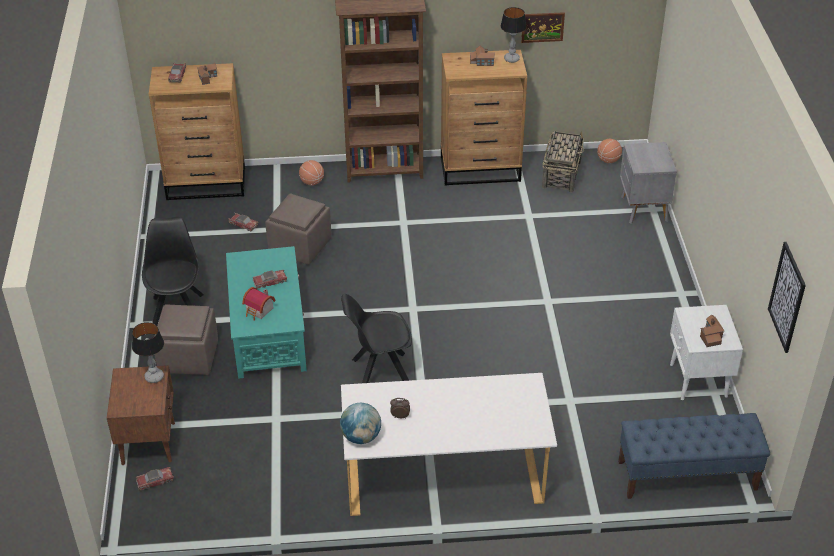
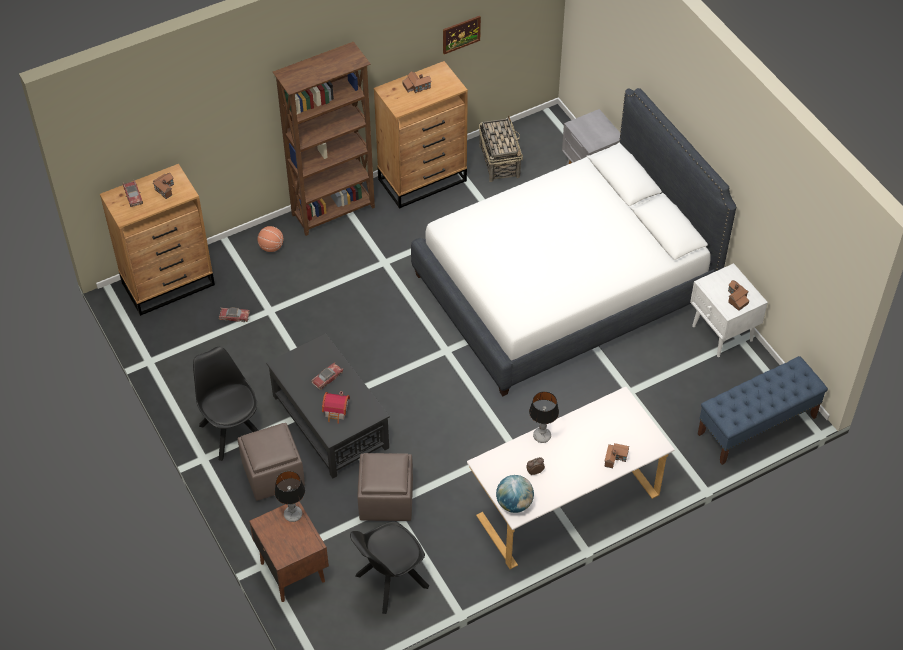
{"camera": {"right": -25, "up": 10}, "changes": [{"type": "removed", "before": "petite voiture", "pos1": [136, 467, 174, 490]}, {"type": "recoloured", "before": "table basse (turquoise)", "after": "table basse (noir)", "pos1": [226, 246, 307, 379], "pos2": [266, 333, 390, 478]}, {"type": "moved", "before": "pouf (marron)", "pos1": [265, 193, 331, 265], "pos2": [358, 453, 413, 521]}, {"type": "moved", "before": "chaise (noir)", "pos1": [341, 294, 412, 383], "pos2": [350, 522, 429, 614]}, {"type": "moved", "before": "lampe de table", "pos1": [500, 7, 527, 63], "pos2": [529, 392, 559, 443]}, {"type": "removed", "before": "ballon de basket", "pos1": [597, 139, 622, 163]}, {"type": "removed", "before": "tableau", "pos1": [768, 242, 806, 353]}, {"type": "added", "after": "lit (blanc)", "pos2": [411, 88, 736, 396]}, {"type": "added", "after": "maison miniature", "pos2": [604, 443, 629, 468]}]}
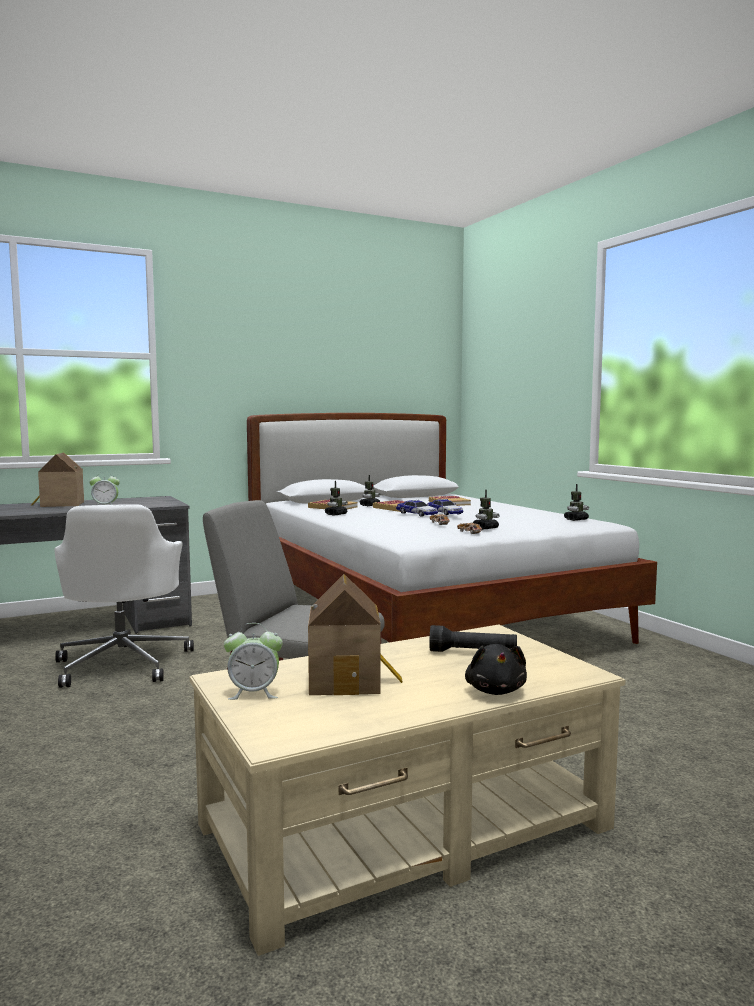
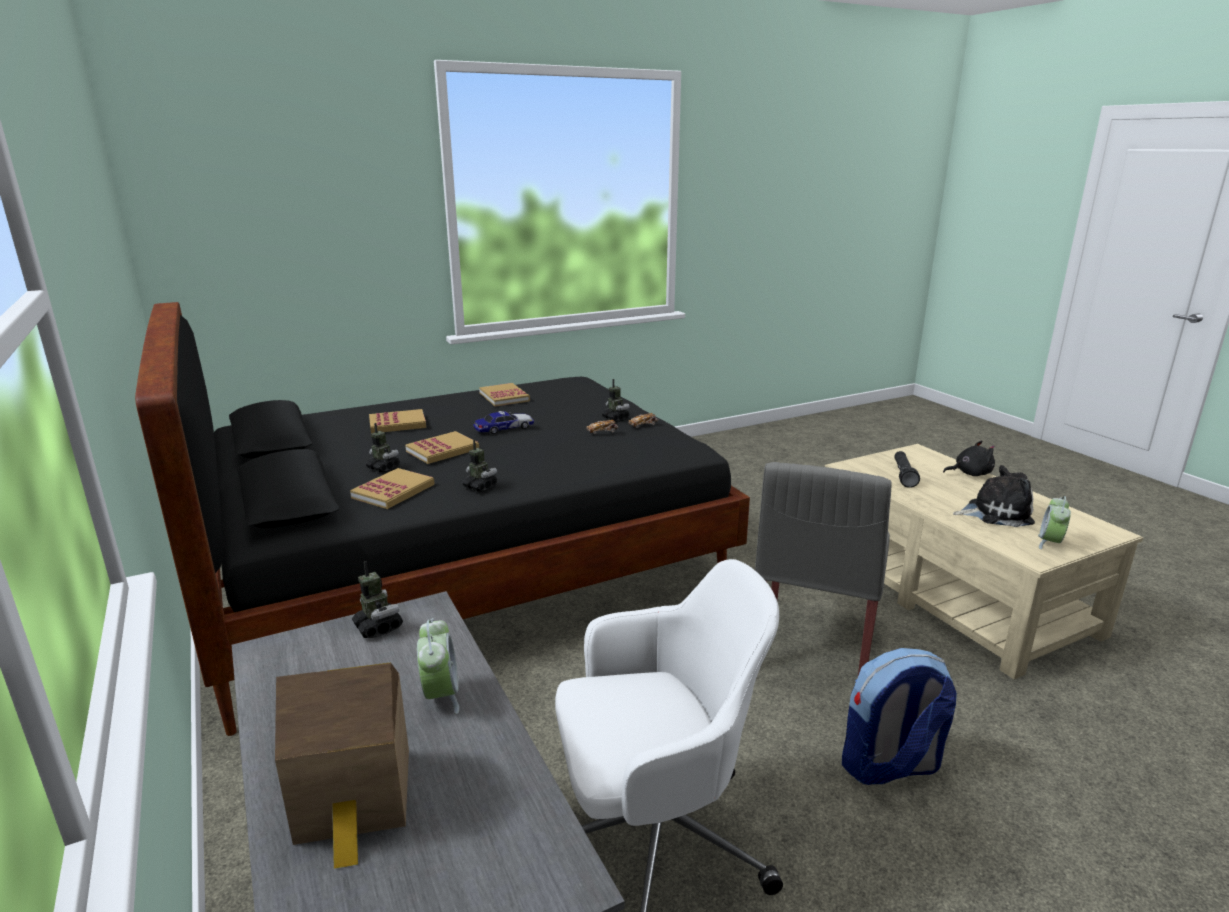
{"camera": {"right": -90, "up": 15}, "changes": [{"type": "turned", "before": "réveil", "pos1": [224, 623, 283, 700], "pos2": [1038, 496, 1071, 549], "turn": -150}, {"type": "recoloured", "before": "lit (blanc)", "after": "lit (noir)", "pos1": [247, 413, 657, 644], "pos2": [135, 302, 750, 736]}, {"type": "replaced", "before": "maison miniature", "after": "peluche", "pos1": [308, 574, 403, 695], "pos2": [953, 465, 1035, 527]}, {"type": "removed", "before": "petite voiture", "pos1": [396, 500, 438, 517]}, {"type": "moved", "before": "robot jouet", "pos1": [564, 484, 589, 521], "pos2": [352, 561, 403, 638]}, {"type": "added", "after": "livre", "pos2": [479, 383, 530, 407]}, {"type": "added", "after": "sac à dos", "pos2": [842, 648, 957, 785]}]}
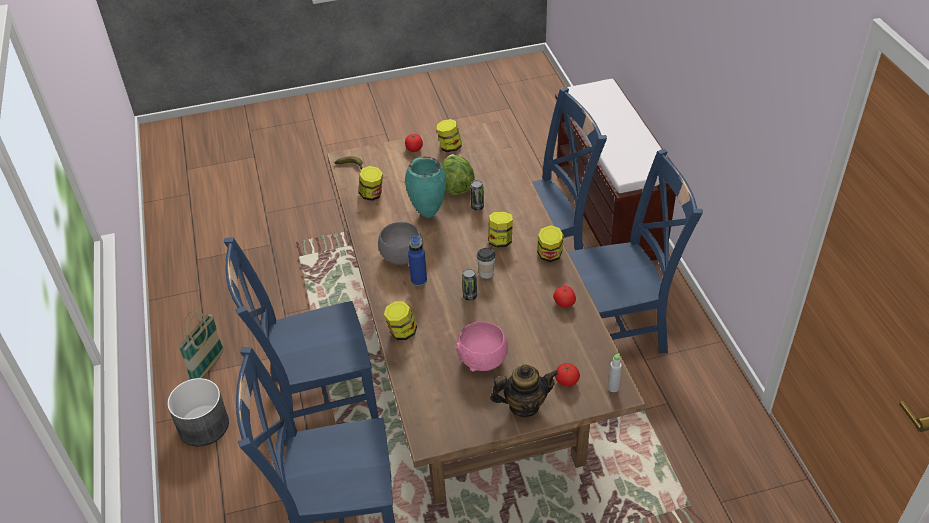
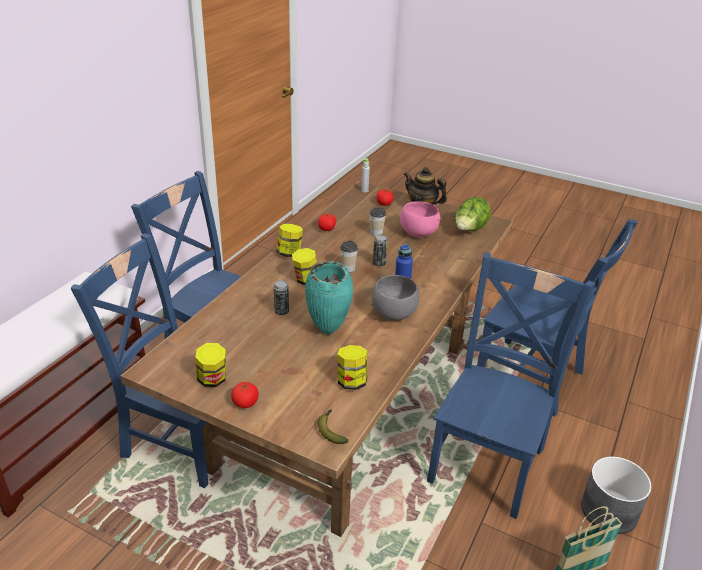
{"camera": {"right": -140, "up": -10}, "changes": [{"type": "turned", "before": "chaise (bleu)", "pos1": [224, 237, 379, 446], "pos2": [427, 253, 595, 519], "turn": -90}, {"type": "removed", "before": "bocal", "pos1": [384, 301, 417, 340]}, {"type": "moved", "before": "laitue", "pos1": [442, 154, 475, 195], "pos2": [455, 197, 491, 231]}, {"type": "added", "after": "tasse", "pos2": [370, 207, 386, 236]}]}
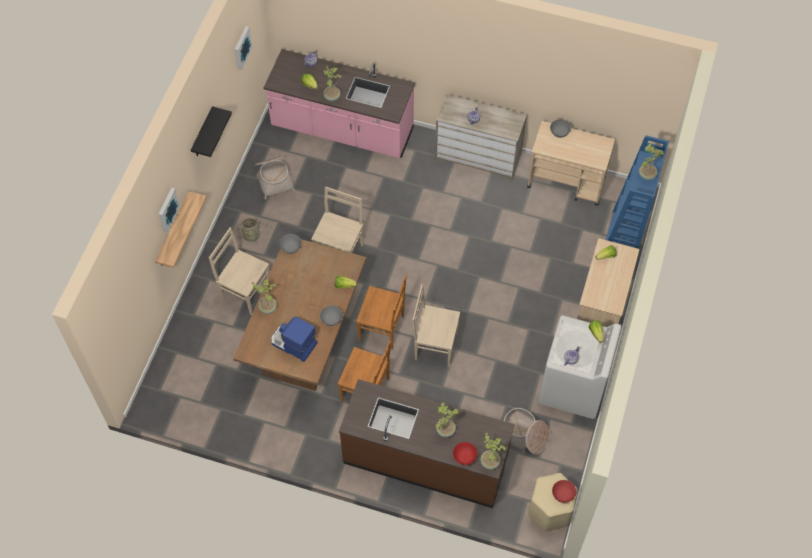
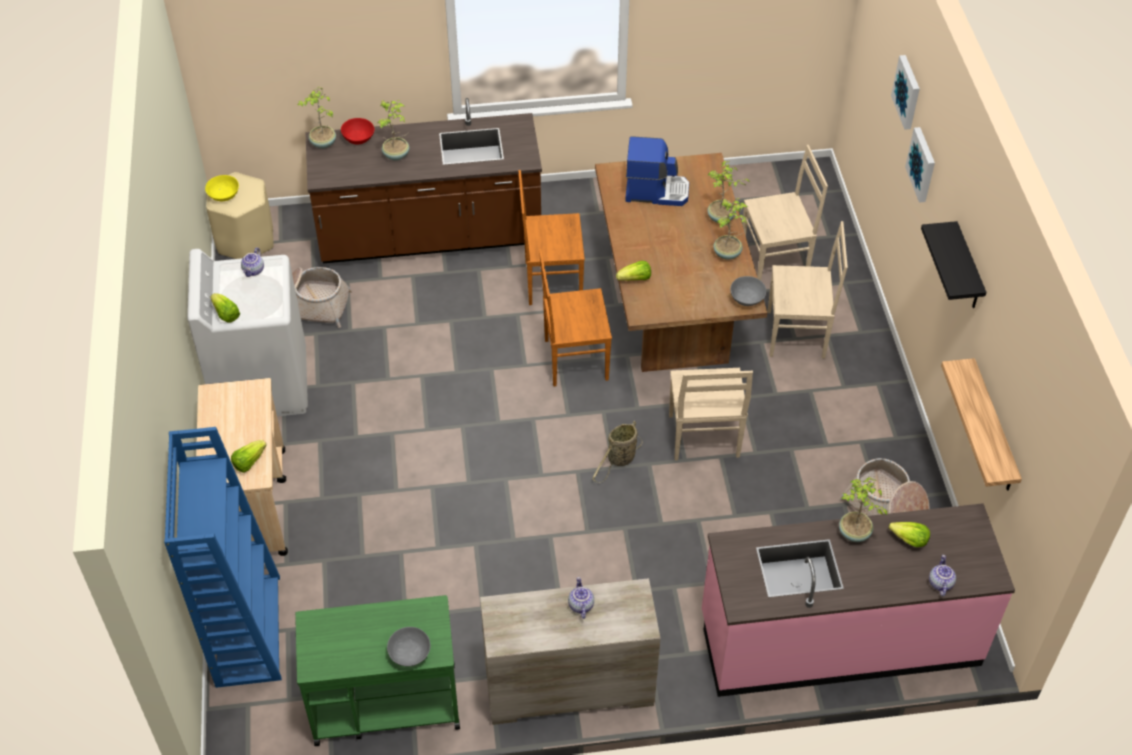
{"camera": {"right": 155, "up": -10}, "changes": [{"type": "moved", "before": "étagère", "pos1": [155, 191, 207, 268], "pos2": [941, 358, 1022, 491]}, {"type": "moved", "before": "tableau", "pos1": [234, 26, 252, 70], "pos2": [891, 55, 920, 130]}, {"type": "moved", "before": "panier", "pos1": [237, 218, 275, 247], "pos2": [592, 420, 643, 483]}, {"type": "removed", "before": "bol (gris)", "pos1": [320, 305, 343, 326]}, {"type": "moved", "before": "chaise (beige)", "pos1": [412, 284, 460, 367], "pos2": [742, 145, 828, 281]}, {"type": "recoloured", "before": "chariot (beige)", "after": "chariot (vert)", "pos1": [527, 121, 615, 206], "pos2": [295, 595, 460, 746]}, {"type": "recoloured", "before": "bol (rouge)", "after": "bol (jaune)", "pos1": [552, 480, 576, 503], "pos2": [205, 175, 239, 201]}, {"type": "moved", "before": "plante en pot", "pos1": [639, 144, 664, 180], "pos2": [713, 198, 748, 260]}]}
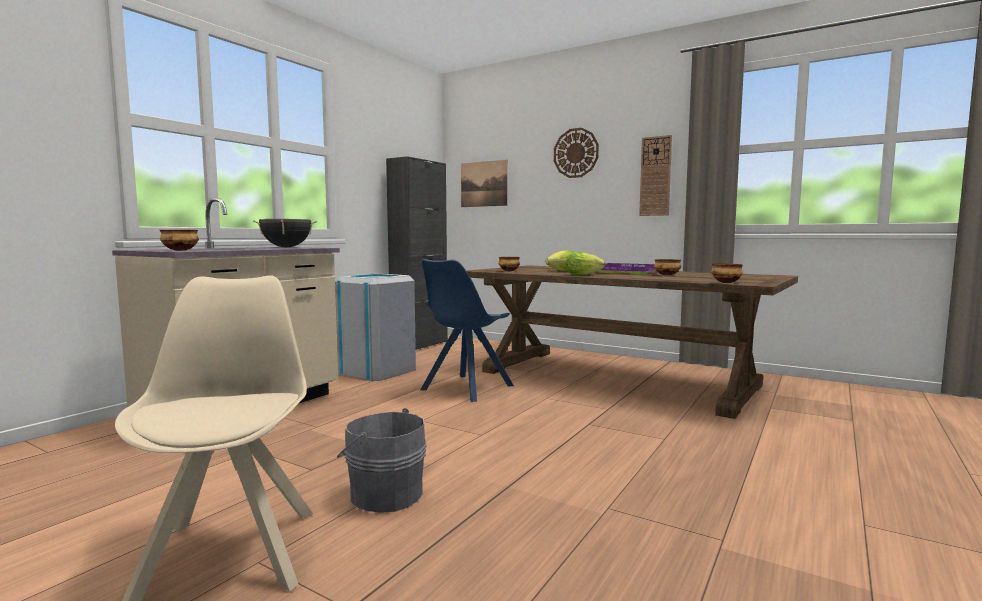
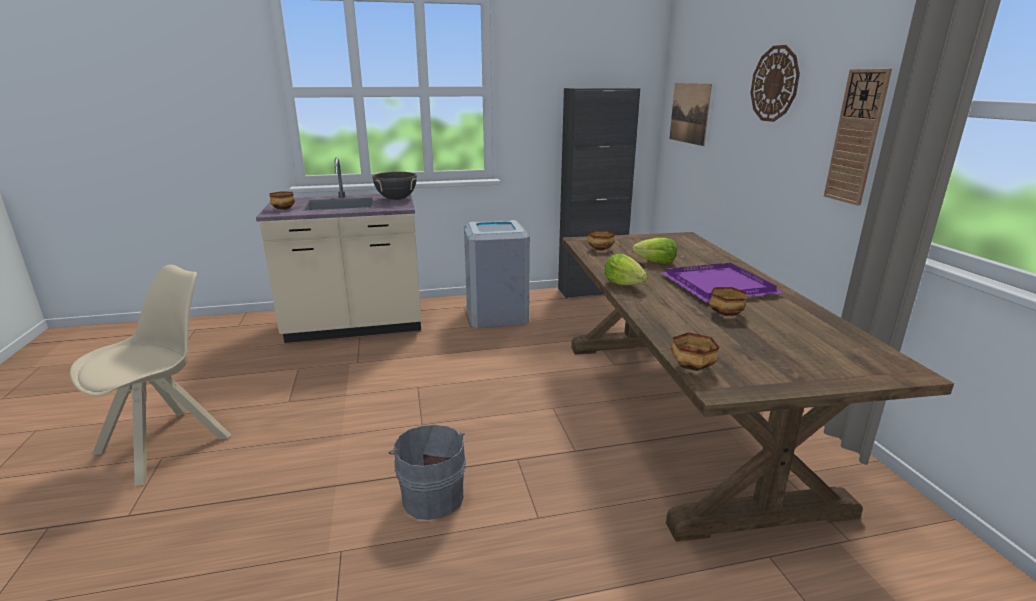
{"camera": {"right": 45, "up": 15}, "changes": [{"type": "moved", "before": "seau (gris)", "pos1": [337, 408, 426, 513], "pos2": [389, 425, 466, 520]}, {"type": "removed", "before": "chaise (bleu)", "pos1": [420, 259, 514, 402]}]}
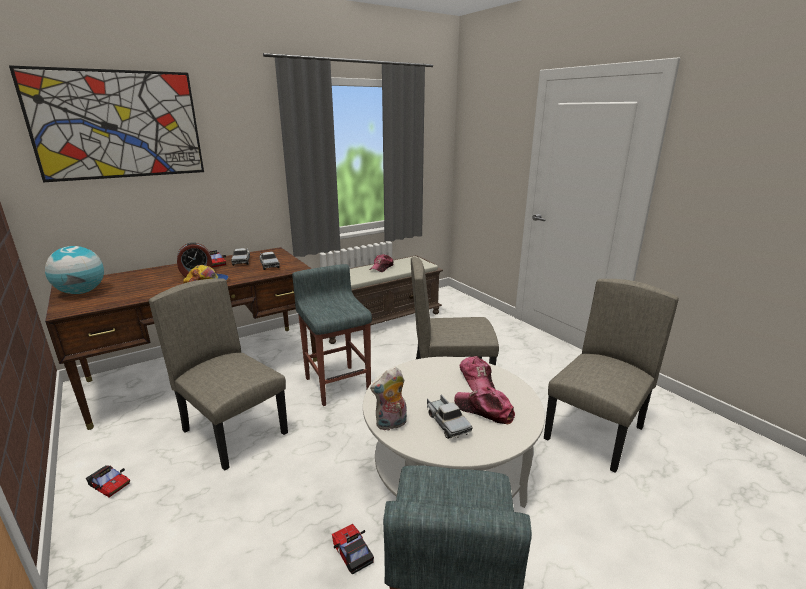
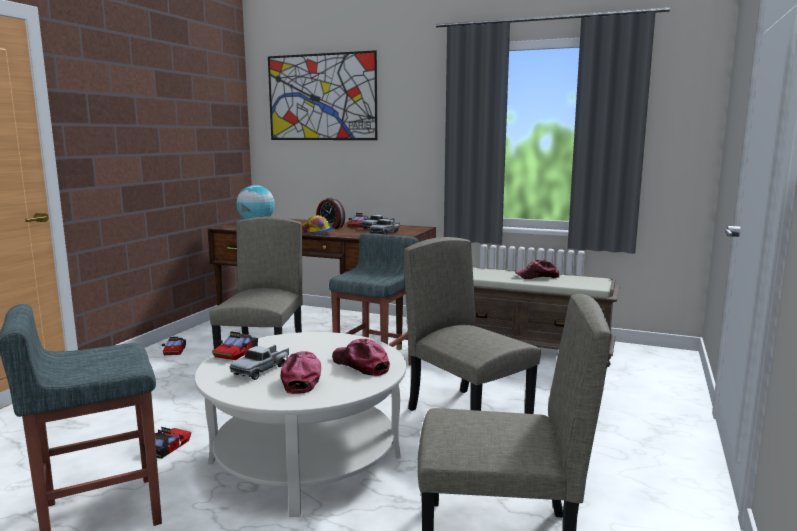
{"camera": {"right": 55, "up": -10}, "changes": [{"type": "replaced", "before": "peluche", "after": "petite voiture", "pos1": [370, 367, 407, 431], "pos2": [212, 331, 258, 360]}, {"type": "turned", "before": "casquette", "pos1": [460, 356, 495, 391], "pos2": [332, 339, 390, 376], "turn": 90}]}
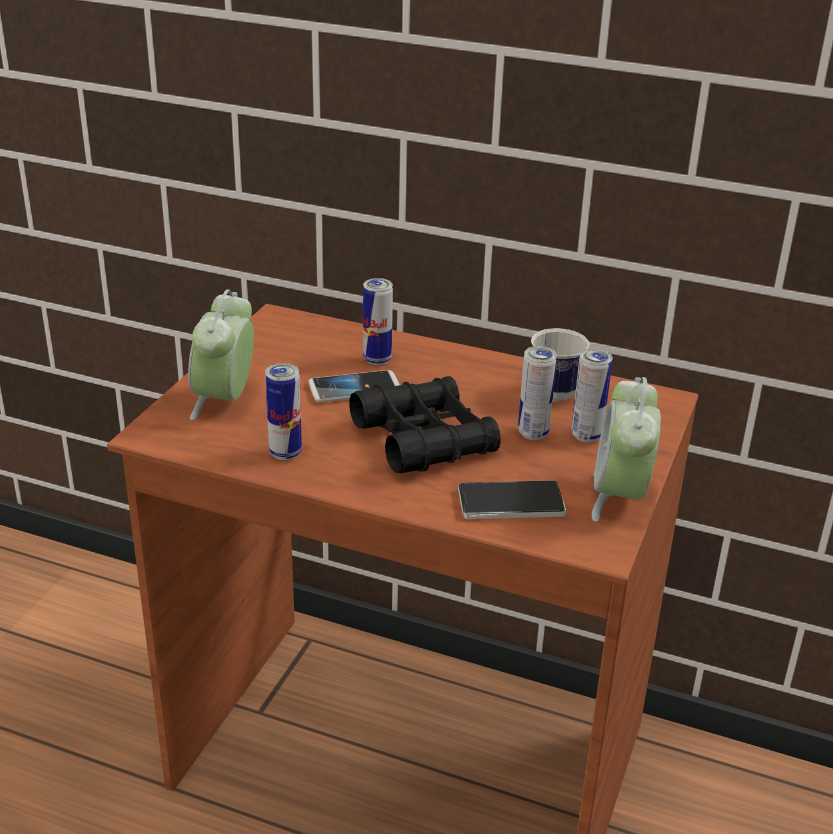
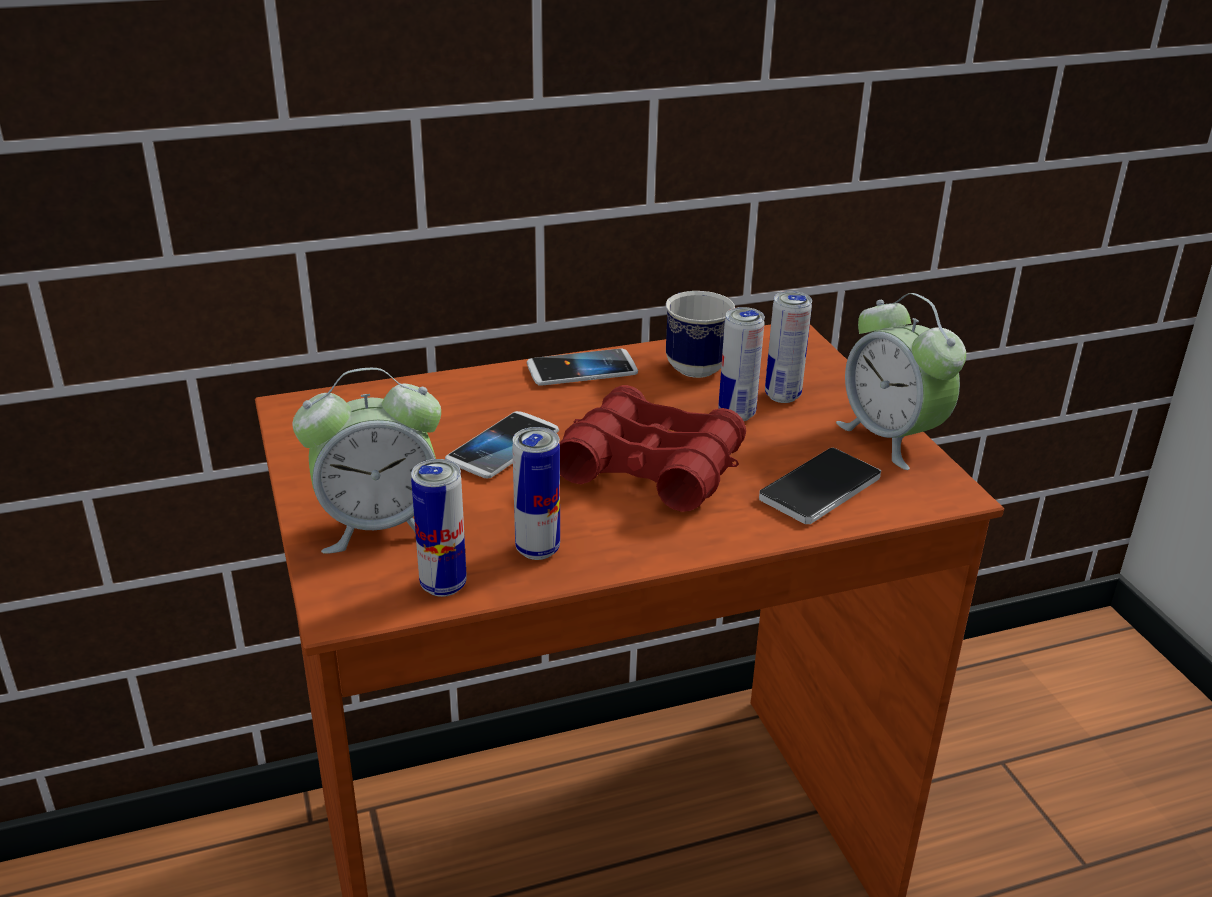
{"camera": {"right": -40, "up": 0}, "changes": [{"type": "turned", "before": "réveil", "pos1": [188, 289, 254, 420], "pos2": [293, 368, 441, 554], "turn": -75}, {"type": "recoloured", "before": "jumelles (noir)", "after": "jumelles (rouge)", "pos1": [349, 376, 501, 473], "pos2": [559, 385, 746, 512]}, {"type": "moved", "before": "boîte métallique", "pos1": [363, 278, 393, 365], "pos2": [411, 459, 467, 597]}, {"type": "added", "after": "téléphone", "pos2": [527, 348, 638, 386]}]}
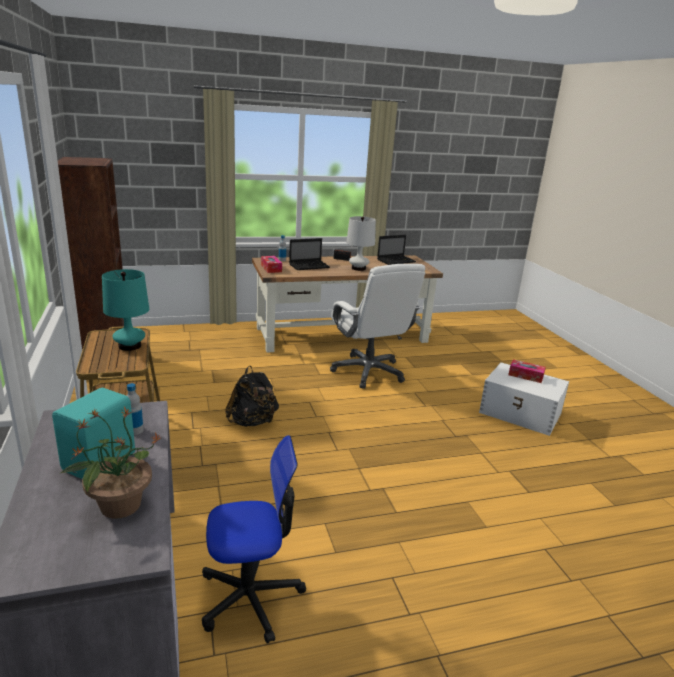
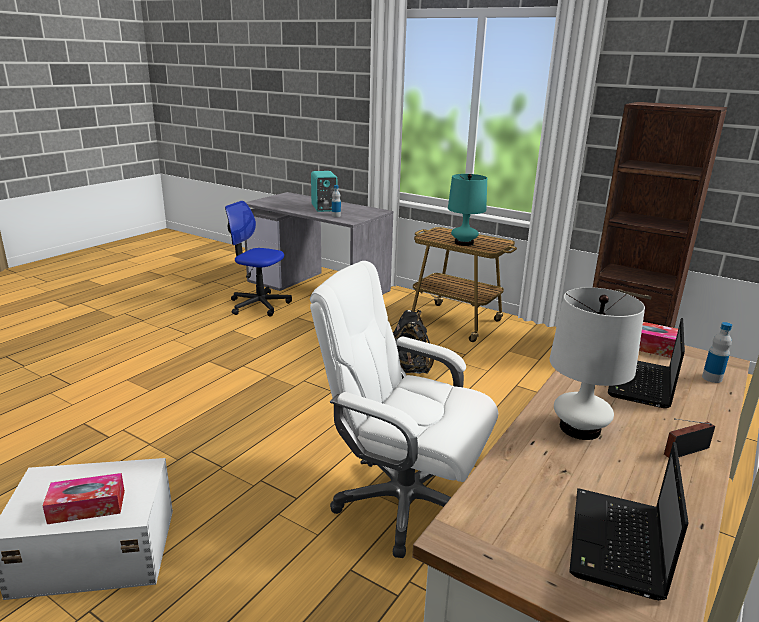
{"camera": {"right": 140, "up": 0}, "changes": [{"type": "removed", "before": "plante en pot", "pos1": [61, 407, 161, 519]}, {"type": "turned", "before": "chaise de bureau", "pos1": [202, 435, 306, 644], "pos2": [225, 201, 292, 317], "turn": 75}]}
